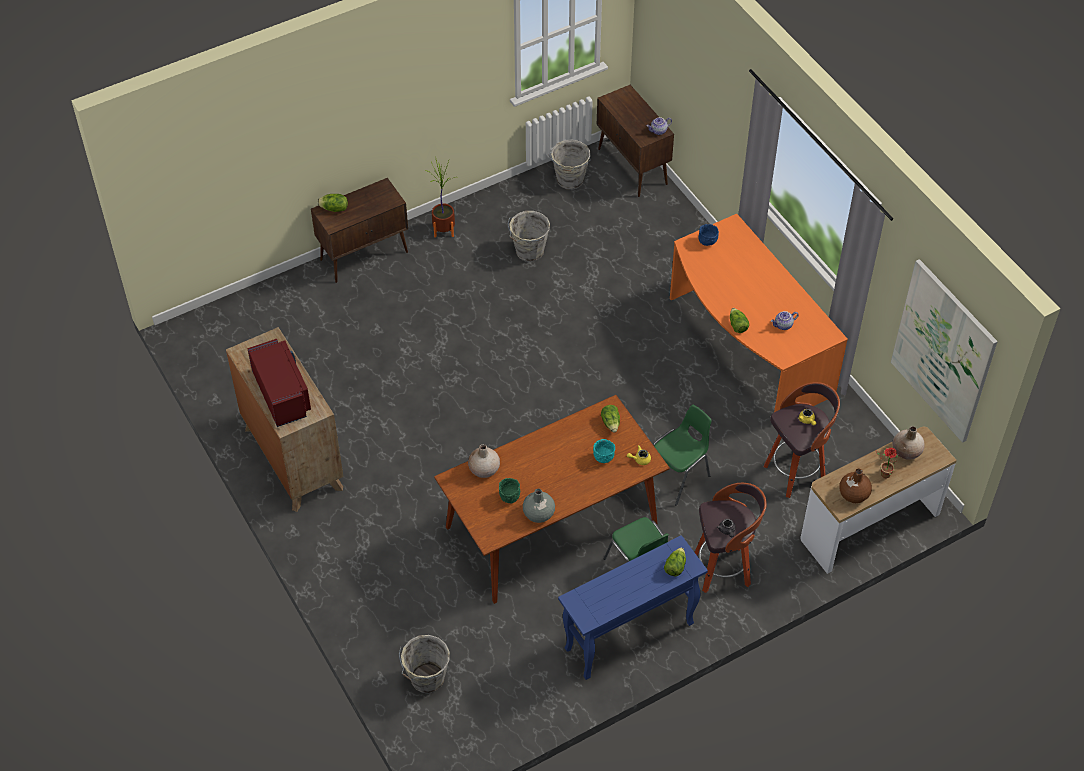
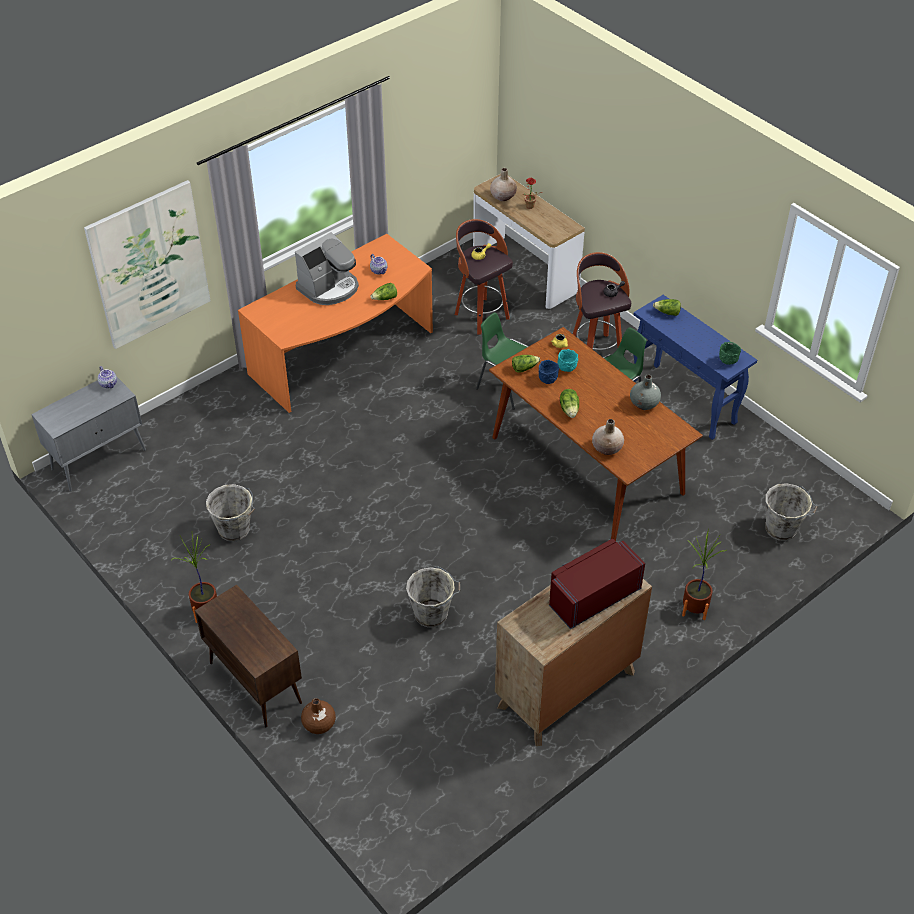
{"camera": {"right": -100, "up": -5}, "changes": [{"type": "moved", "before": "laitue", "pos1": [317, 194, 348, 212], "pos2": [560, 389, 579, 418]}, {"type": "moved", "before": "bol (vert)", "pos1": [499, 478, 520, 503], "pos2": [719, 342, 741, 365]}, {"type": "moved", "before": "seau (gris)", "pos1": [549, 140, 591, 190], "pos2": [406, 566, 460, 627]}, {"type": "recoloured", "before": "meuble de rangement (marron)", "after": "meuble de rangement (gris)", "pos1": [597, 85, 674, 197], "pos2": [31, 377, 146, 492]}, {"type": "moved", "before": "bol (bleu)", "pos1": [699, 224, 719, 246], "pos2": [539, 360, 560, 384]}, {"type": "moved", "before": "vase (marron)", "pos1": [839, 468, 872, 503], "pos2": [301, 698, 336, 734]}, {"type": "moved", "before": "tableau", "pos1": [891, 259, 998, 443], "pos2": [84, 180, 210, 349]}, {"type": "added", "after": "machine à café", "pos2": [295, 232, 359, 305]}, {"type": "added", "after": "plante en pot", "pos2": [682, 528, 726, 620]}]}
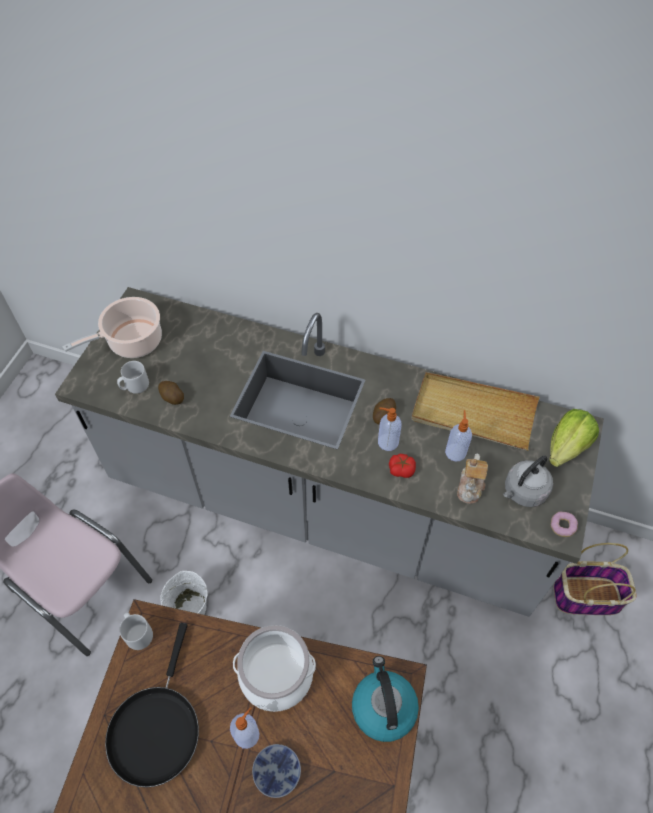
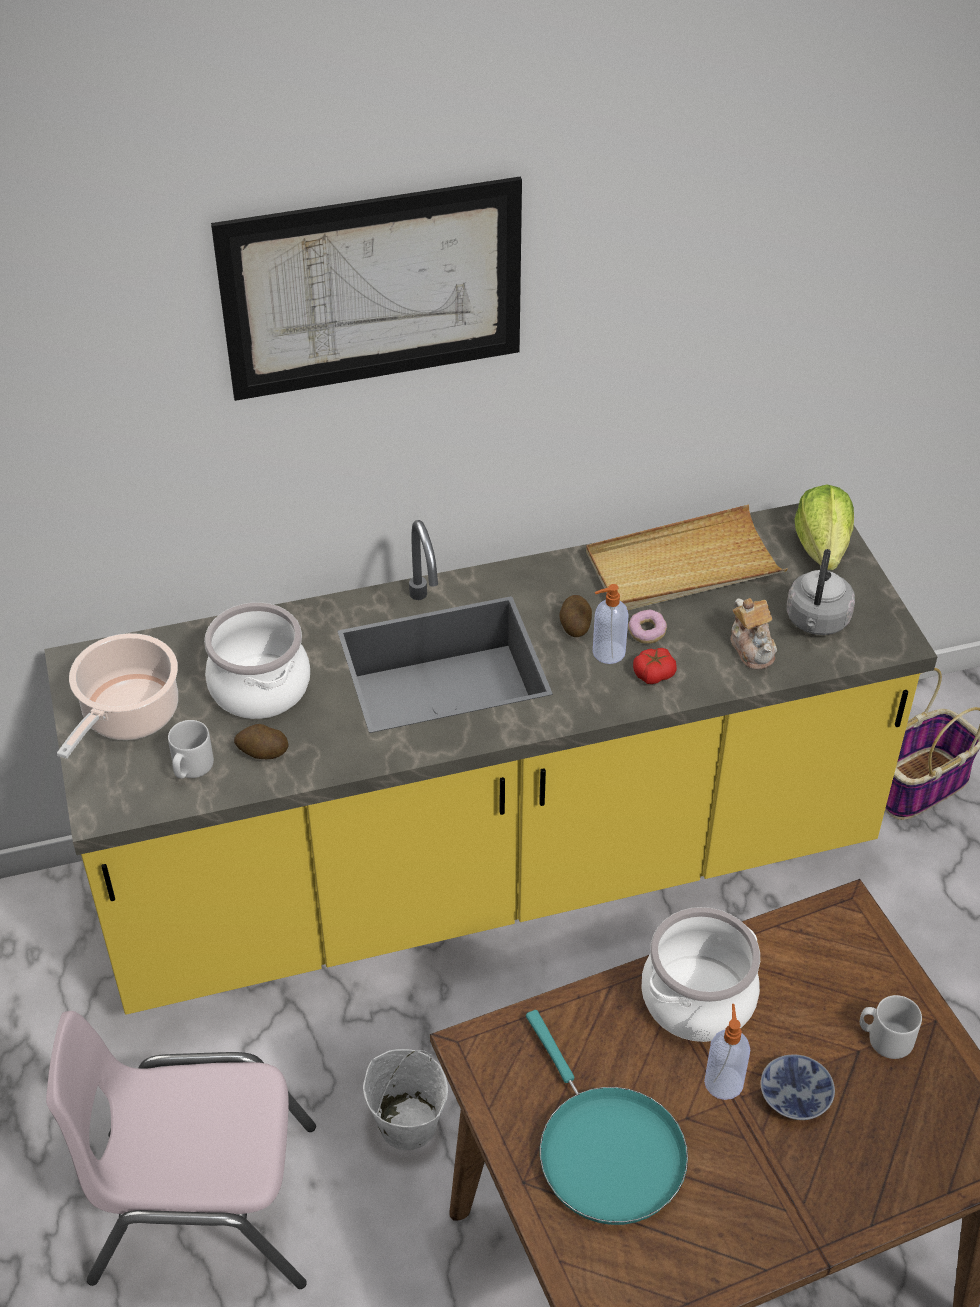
{"camera": {"right": -35, "up": -10}, "changes": [{"type": "recoloured", "before": "comptoir de cuisine (gris)", "after": "comptoir de cuisine (jaune)", "pos1": [55, 287, 604, 617], "pos2": [44, 503, 937, 1015]}, {"type": "recoloured", "before": "poêle (noir)", "after": "poêle (turquoise)", "pos1": [105, 623, 199, 788], "pos2": [526, 1010, 688, 1225]}, {"type": "moved", "before": "mug (gris)", "pos1": [119, 612, 153, 650], "pos2": [860, 995, 922, 1059]}, {"type": "removed", "before": "bouilloire", "pos1": [352, 656, 419, 742]}, {"type": "removed", "before": "distributeur de savon", "pos1": [445, 410, 472, 461]}, {"type": "moved", "before": "beignet", "pos1": [551, 512, 578, 537], "pos2": [628, 610, 667, 644]}, {"type": "added", "after": "marmite", "pos2": [204, 602, 310, 719]}, {"type": "added", "after": "tableau", "pos2": [211, 177, 522, 401]}]}
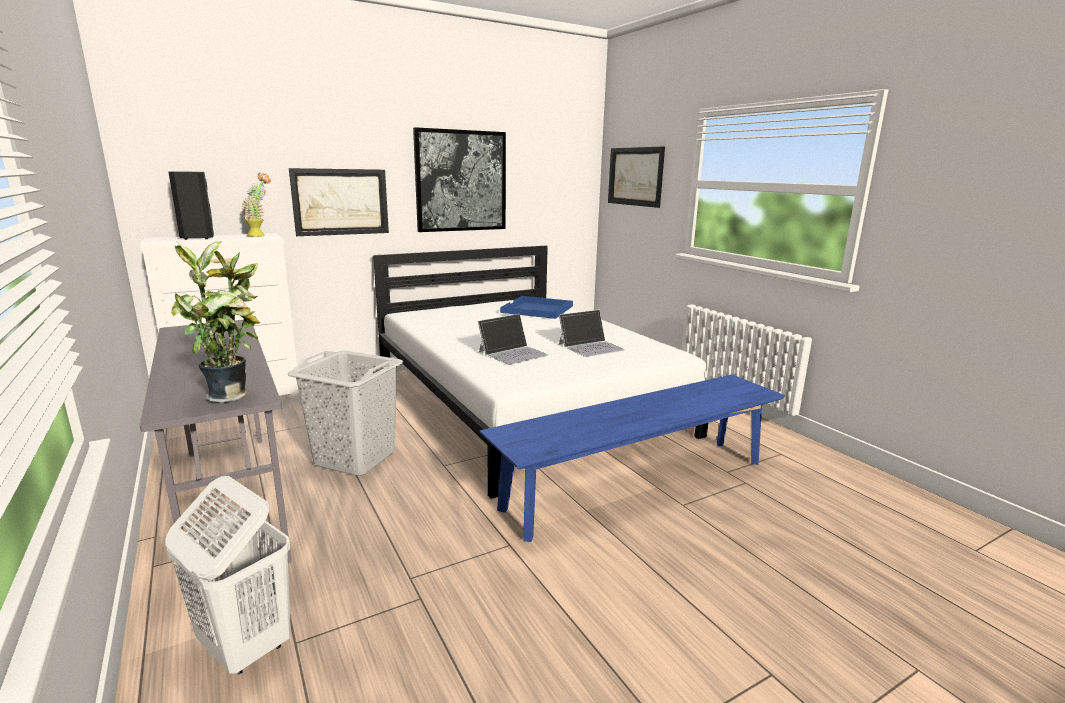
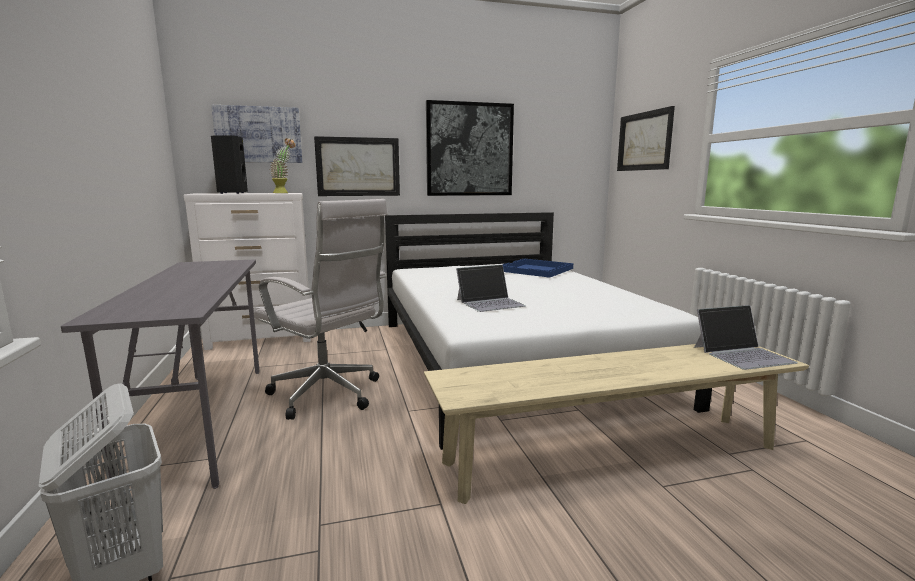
{"camera": {"right": 15, "up": -5}, "changes": [{"type": "removed", "before": "plante en pot", "pos1": [171, 242, 260, 403]}, {"type": "replaced", "before": "panier à linge (gris)", "after": "chaise de bureau (blanc)", "pos1": [287, 350, 403, 476], "pos2": [254, 199, 388, 420]}, {"type": "recoloured", "before": "banc (bleu)", "after": "banc (beige)", "pos1": [480, 375, 785, 542], "pos2": [424, 344, 809, 504]}, {"type": "moved", "before": "ordinateur portable", "pos1": [559, 310, 625, 357], "pos2": [694, 305, 798, 370]}, {"type": "added", "after": "tableau", "pos2": [211, 105, 302, 163]}]}
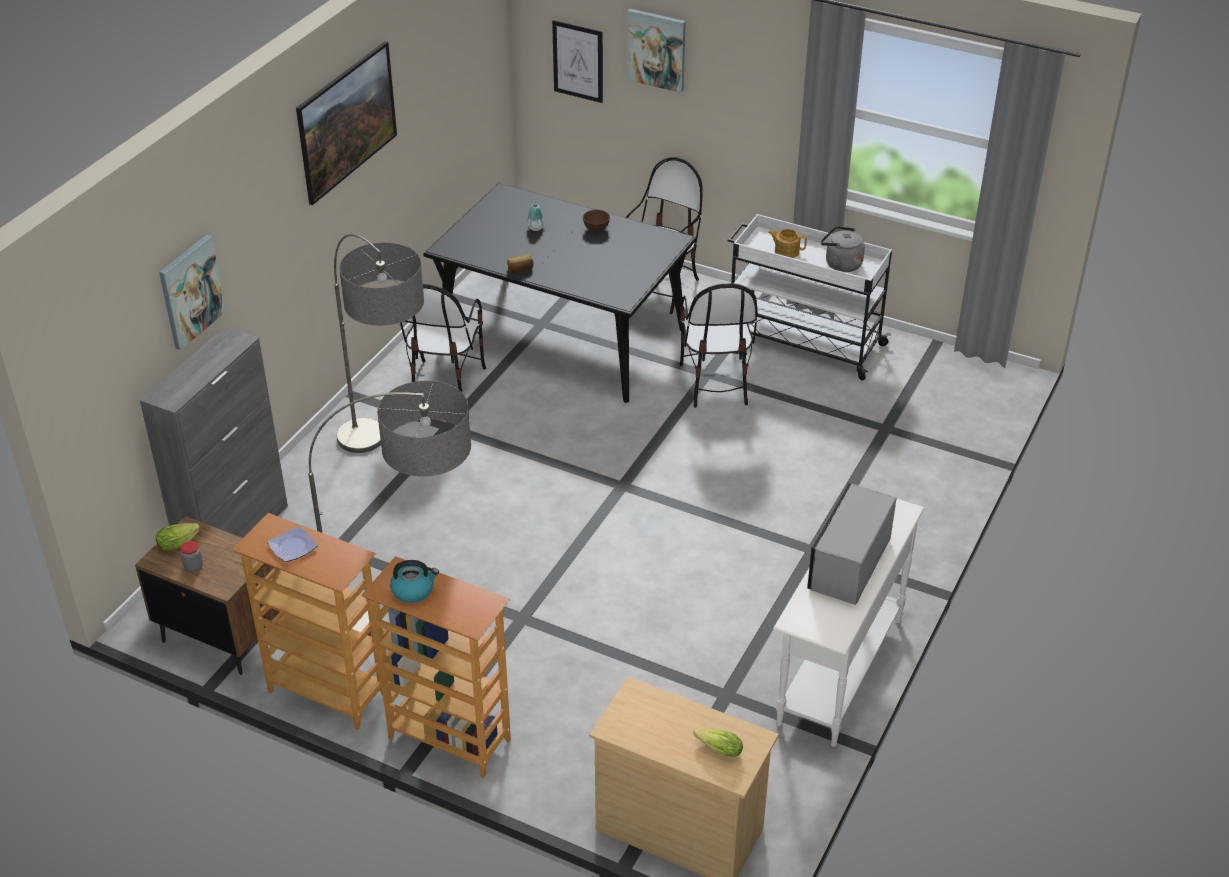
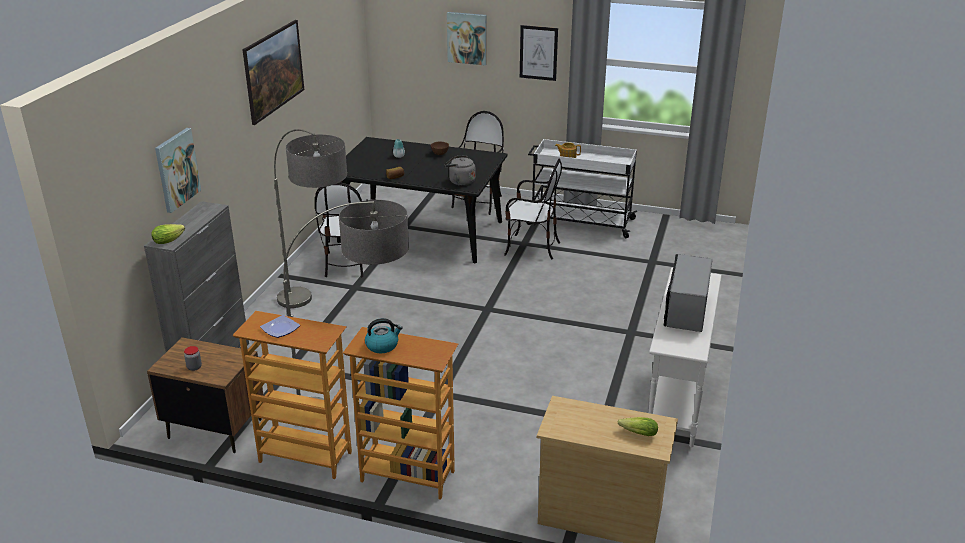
{"camera": {"right": -10, "up": -10}, "changes": [{"type": "moved", "before": "laitue", "pos1": [156, 523, 200, 551], "pos2": [151, 224, 185, 244]}, {"type": "moved", "before": "tableau", "pos1": [552, 20, 603, 103], "pos2": [520, 25, 558, 81]}, {"type": "turned", "before": "chaise", "pos1": [680, 283, 757, 408], "pos2": [504, 158, 562, 259], "turn": -60}, {"type": "moved", "before": "bouilloire (gris)", "pos1": [821, 226, 865, 272], "pos2": [444, 155, 476, 186]}]}
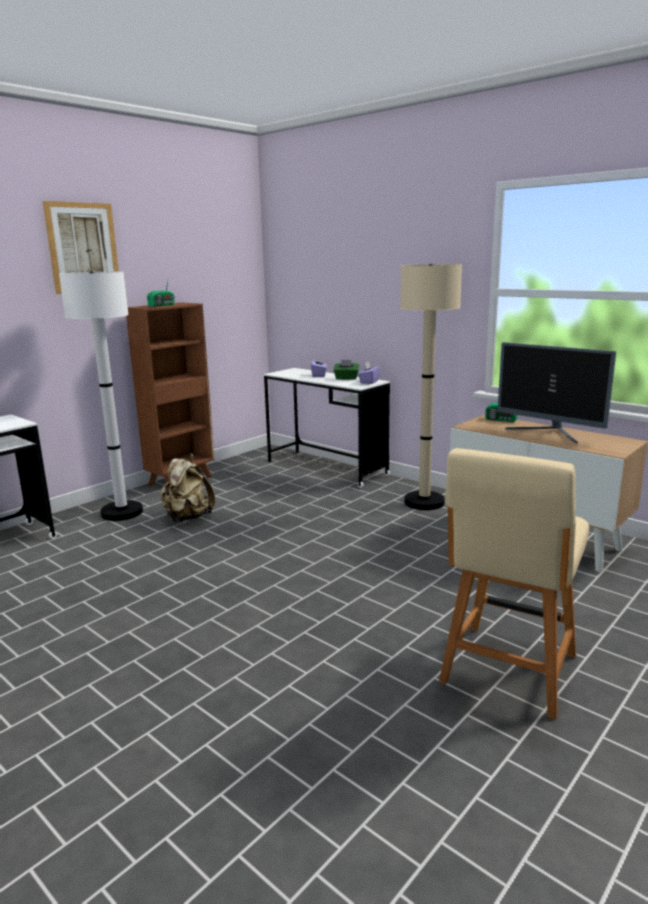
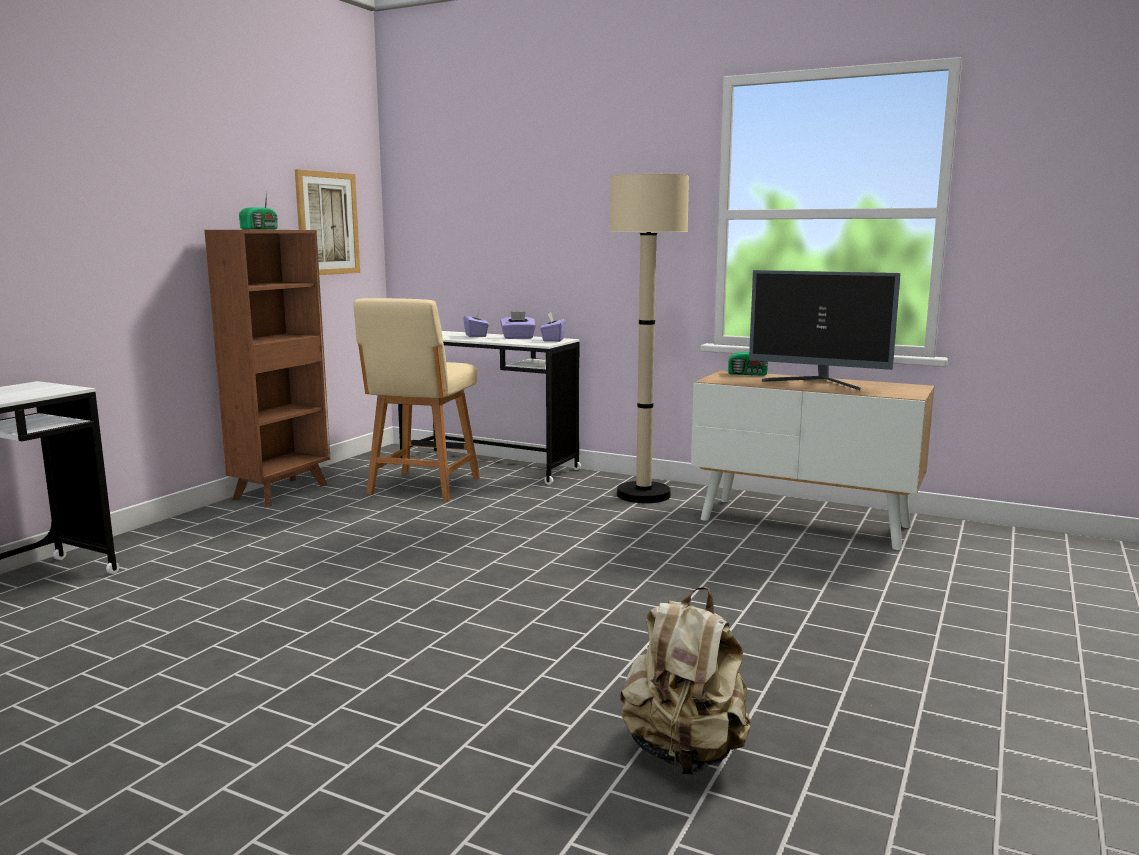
{"camera": {"right": -15, "up": -5}, "changes": [{"type": "moved", "before": "tableau", "pos1": [43, 201, 119, 294], "pos2": [295, 169, 360, 275]}, {"type": "removed", "before": "lampadaire (blanc)", "pos1": [59, 271, 143, 521]}, {"type": "moved", "before": "sac à dos (beige)", "pos1": [160, 453, 215, 522], "pos2": [620, 587, 751, 775]}, {"type": "recoloured", "before": "boîte à mouchoirs (vert)", "after": "boîte à mouchoirs (violet)", "pos1": [334, 360, 359, 380], "pos2": [500, 312, 536, 339]}, {"type": "moved", "before": "chaise (beige)", "pos1": [439, 448, 589, 720], "pos2": [353, 298, 480, 502]}]}
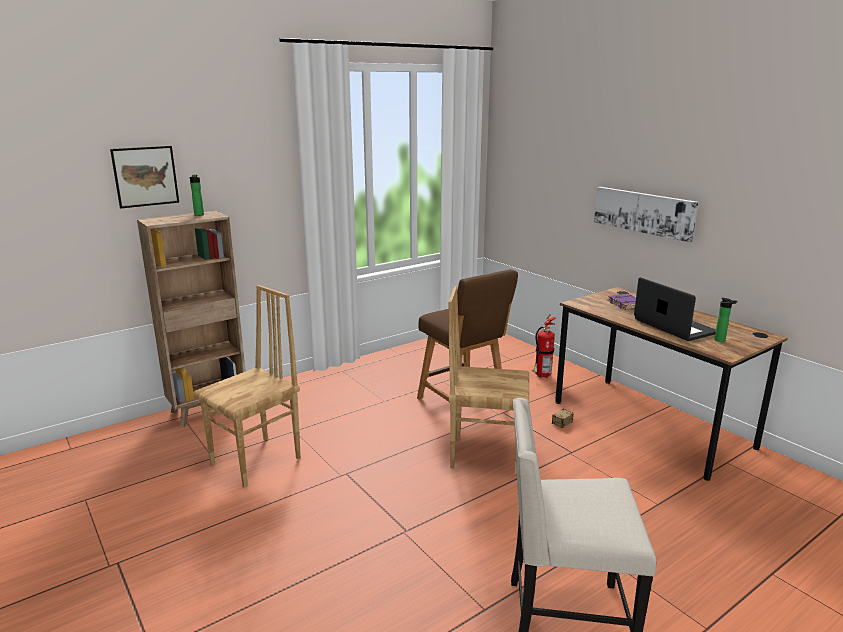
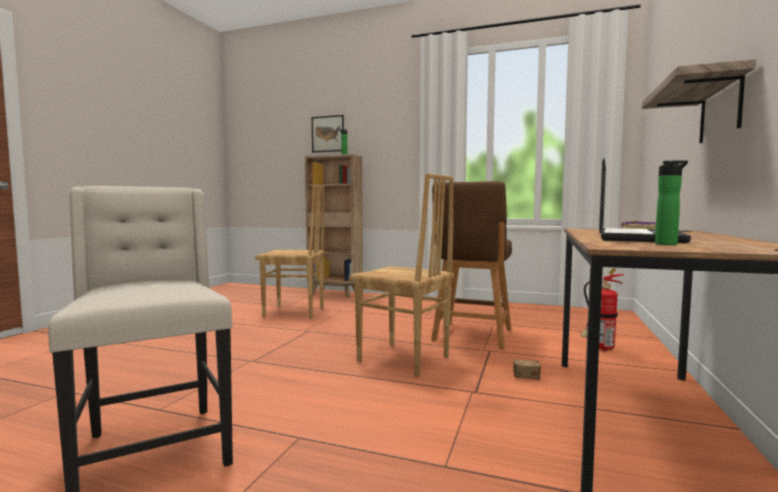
{"camera": {"right": 55, "up": -15}, "changes": [{"type": "turned", "before": "chaise (marron)", "pos1": [448, 286, 529, 474], "pos2": [349, 173, 454, 377], "turn": 150}, {"type": "replaced", "before": "tableau", "after": "étagère", "pos1": [594, 187, 698, 243], "pos2": [642, 59, 756, 143]}]}
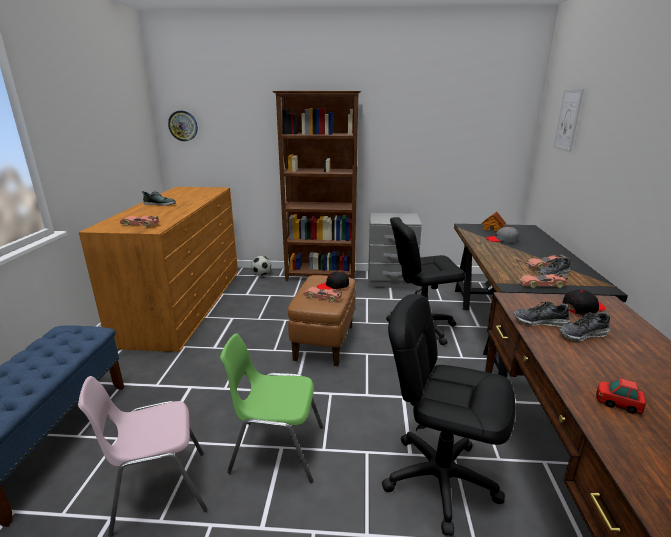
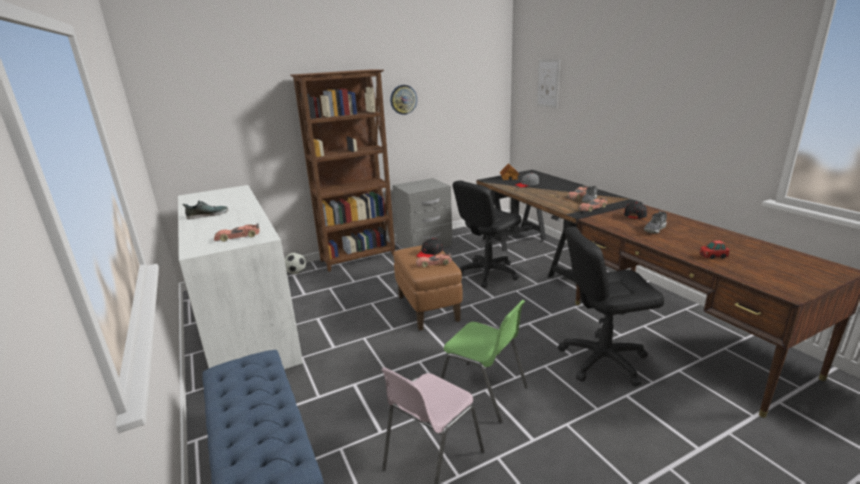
{"camera": {"right": -30, "up": 0}, "changes": [{"type": "recoloured", "before": "commode (marron)", "after": "commode (blanc)", "pos1": [79, 187, 238, 352], "pos2": [178, 185, 303, 369]}, {"type": "moved", "before": "horloge murale", "pos1": [168, 111, 198, 141], "pos2": [390, 85, 417, 115]}, {"type": "turned", "before": "chaise (vert)", "pos1": [220, 333, 323, 483], "pos2": [440, 300, 528, 423], "turn": -120}, {"type": "removed", "before": "chaussure", "pos1": [514, 302, 570, 327]}]}
